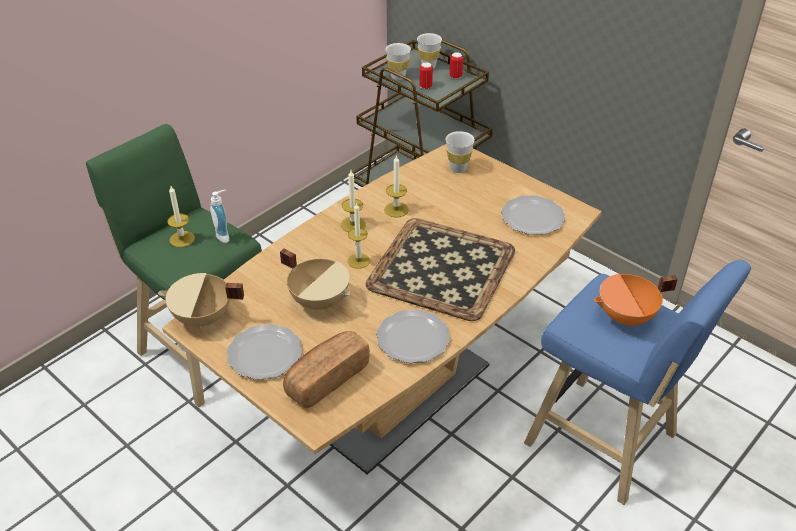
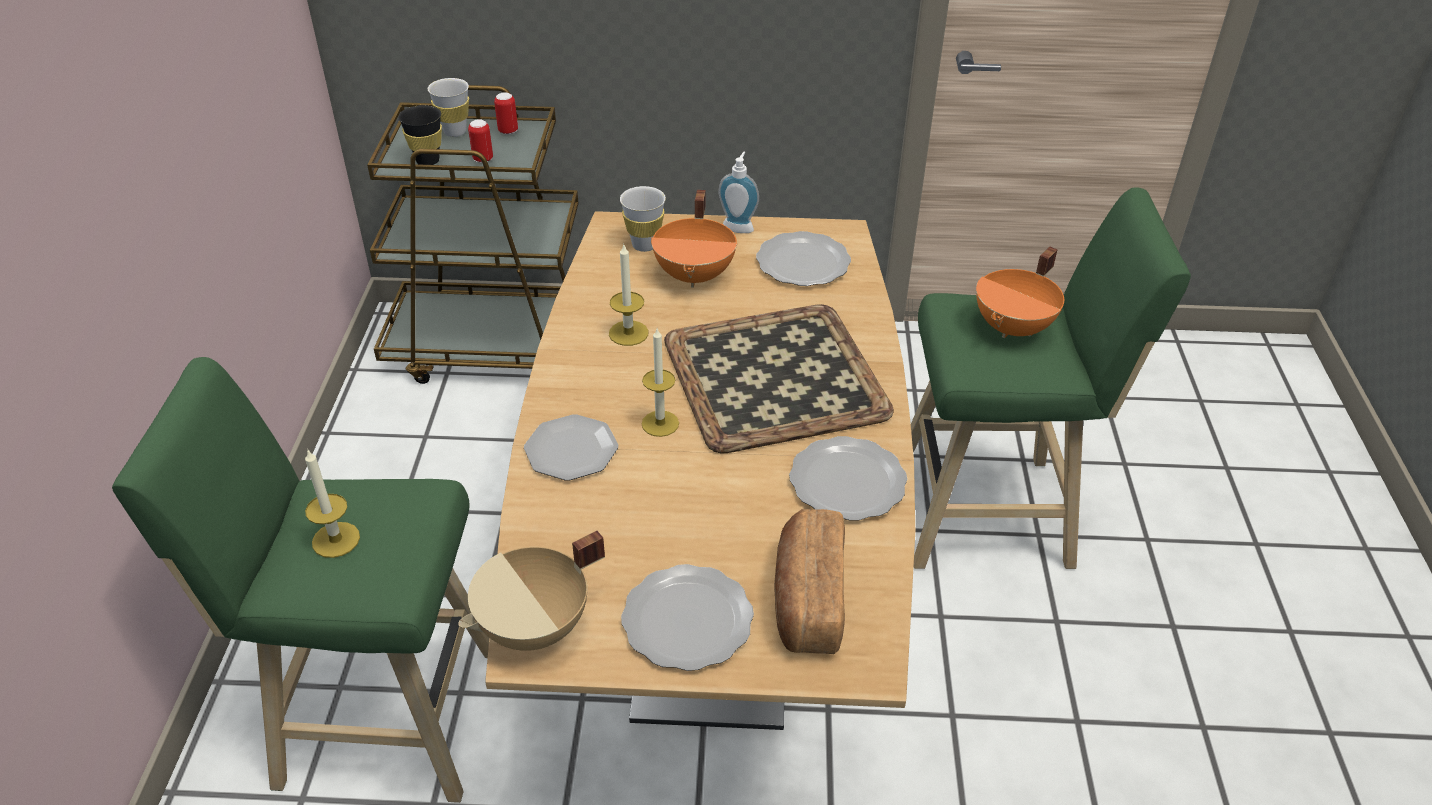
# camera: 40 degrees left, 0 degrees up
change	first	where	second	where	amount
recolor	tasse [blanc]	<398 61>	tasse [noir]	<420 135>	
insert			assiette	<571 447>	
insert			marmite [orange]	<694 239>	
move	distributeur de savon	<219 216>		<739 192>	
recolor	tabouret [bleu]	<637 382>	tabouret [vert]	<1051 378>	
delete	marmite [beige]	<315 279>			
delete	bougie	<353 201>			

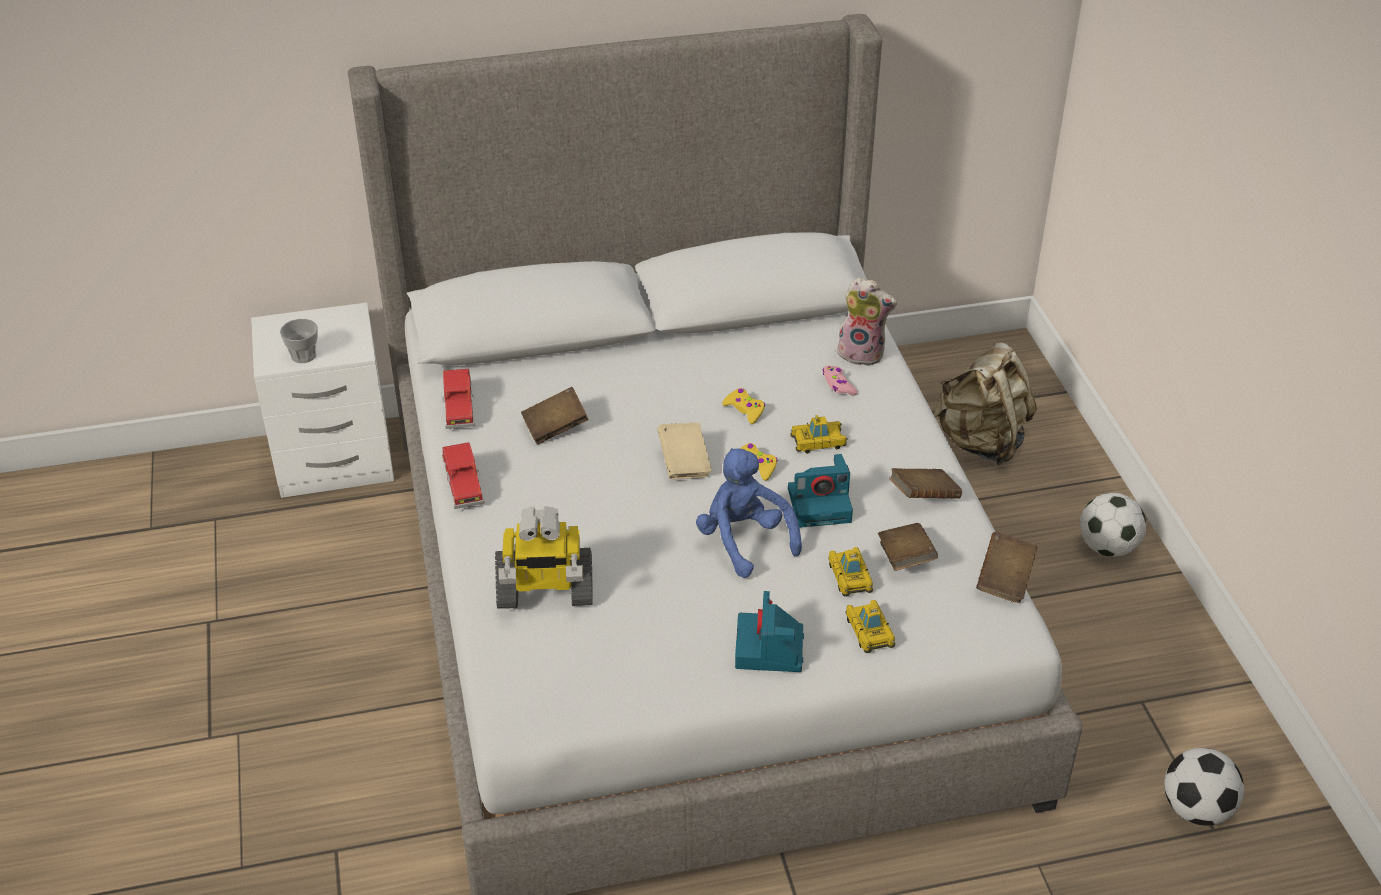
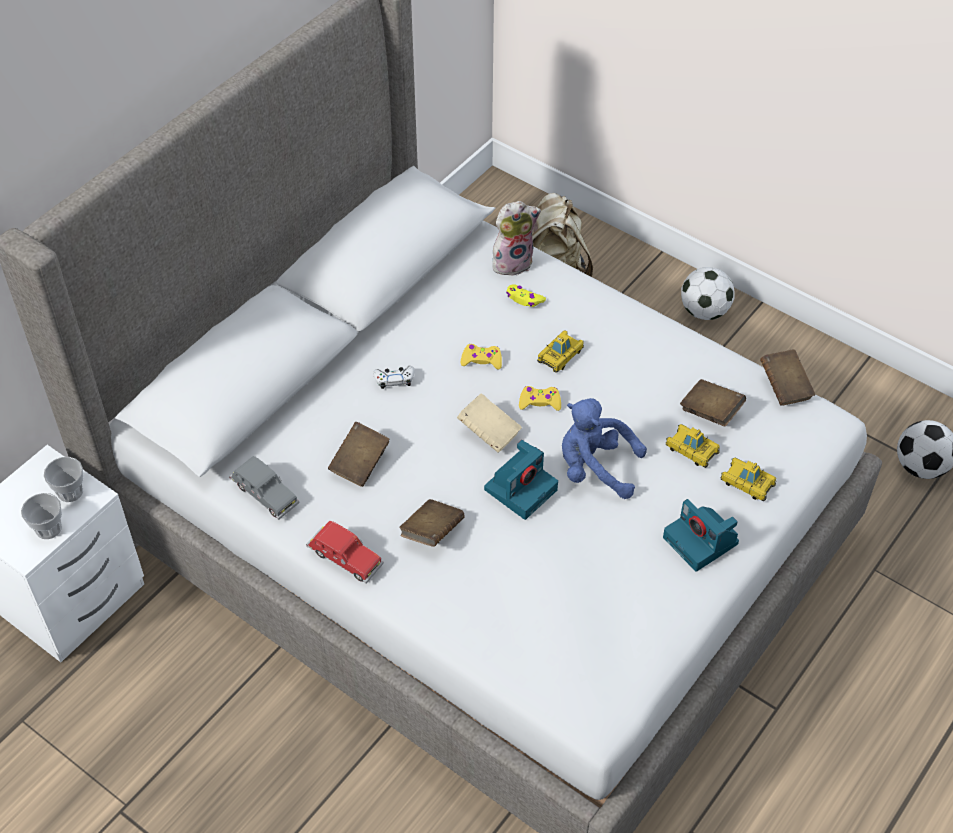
# camera: 40 degrees left, 10 degrees up
change	first	where	second	where	amount
insert			tasse	<64 479>	
recolor	petite voiture [rouge]	<458 399>	petite voiture [gris]	<264 488>	
insert			manette [blanc]	<394 377>	
move	livre [marron]	<925 483>		<431 523>	
move	appareil photo	<820 491>		<521 480>	
recolor	manette [rose]	<840 381>	manette [jaune]	<526 295>	
delete	robot jouet	<544 557>			

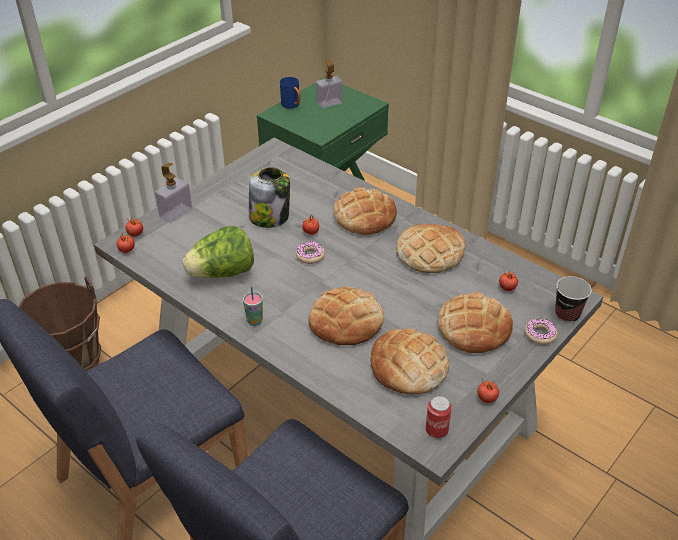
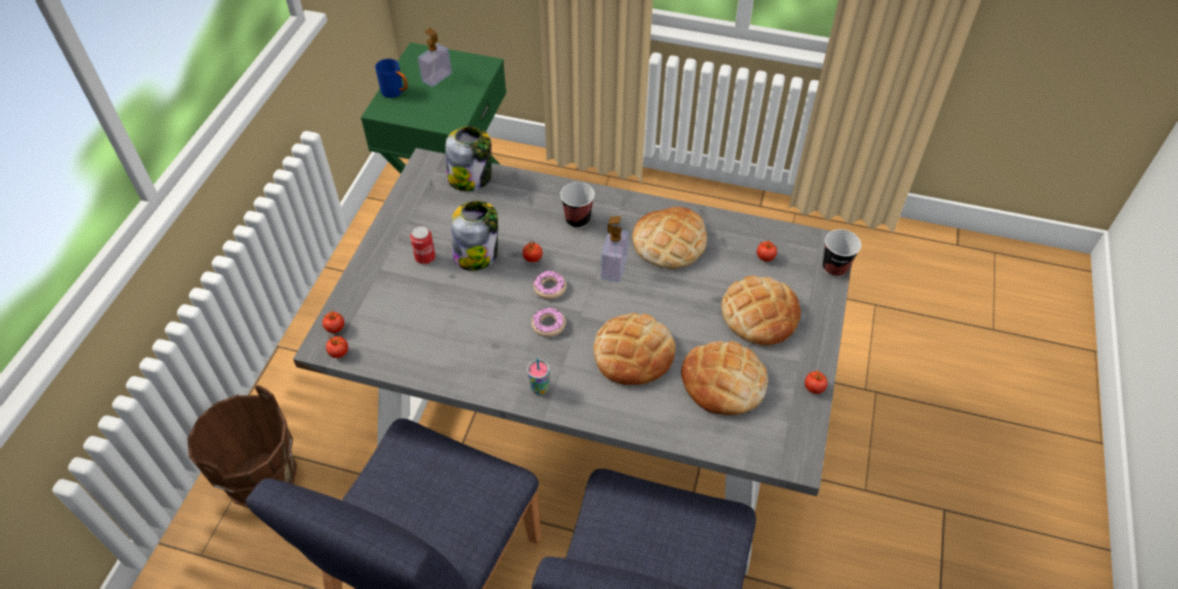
# camera: 25 degrees left, 10 degrees up
change	first	where	second	where	amount
move	boîte métallique	<439 417>		<422 245>	
insert			bocal	<468 158>	
move	beignet	<541 331>		<548 322>	
replace	pain	<365 211>	tasse	<577 205>	
move	distributeur de savon	<173 193>		<615 249>	
delete	laitue	<218 252>			

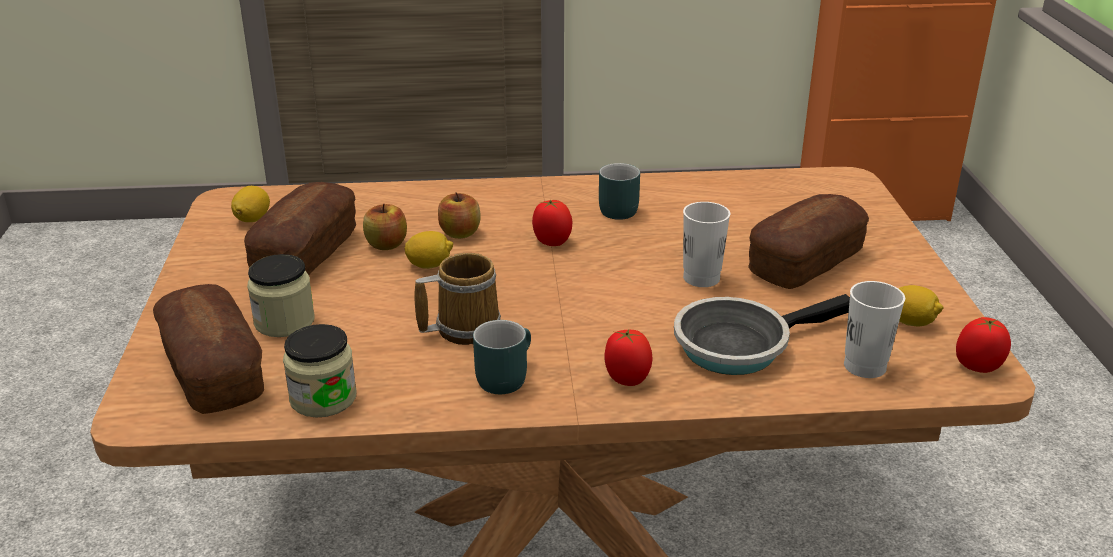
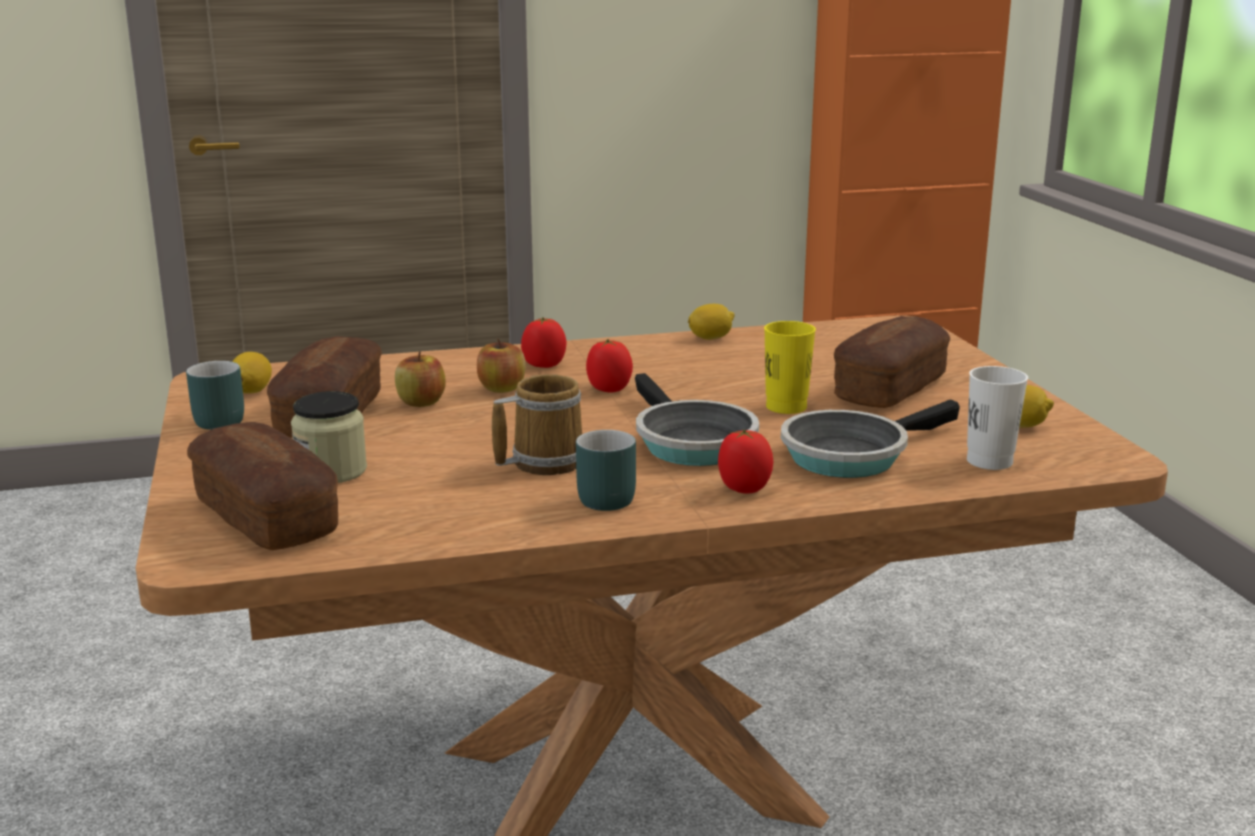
# camera: 10 degrees left, 10 degrees down
change	first	where	second	where	amount
move	mug [turquoise]	<619 191>		<215 395>	
move	tomate	<983 345>		<543 342>	
insert			poêle	<697 419>	
move	citron	<428 250>		<711 322>	
recolor	tasse [blanc]	<706 244>	tasse [jaune]	<790 367>	
delete	bocal	<320 371>			

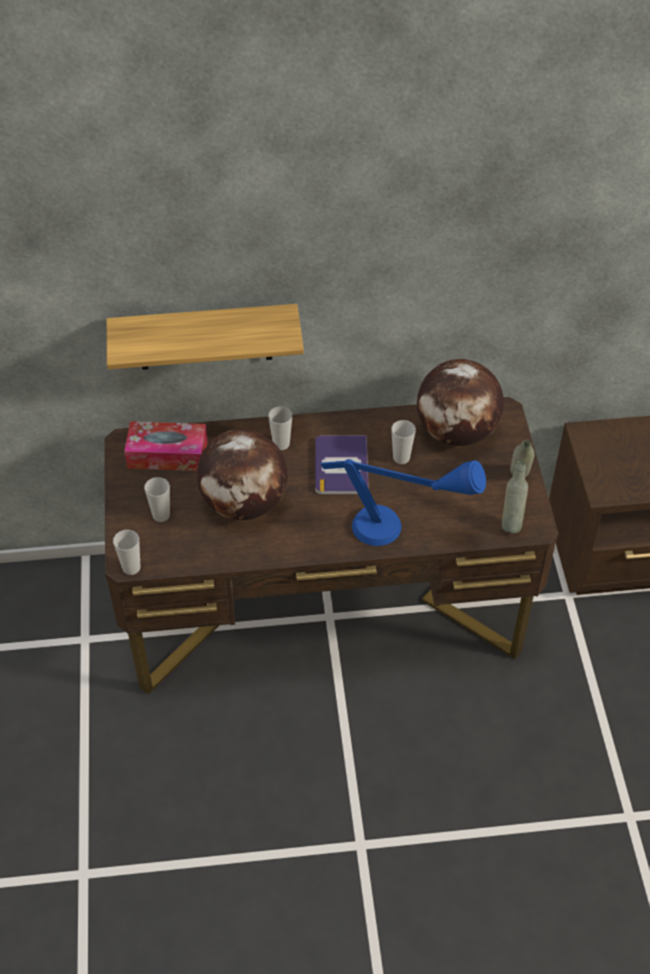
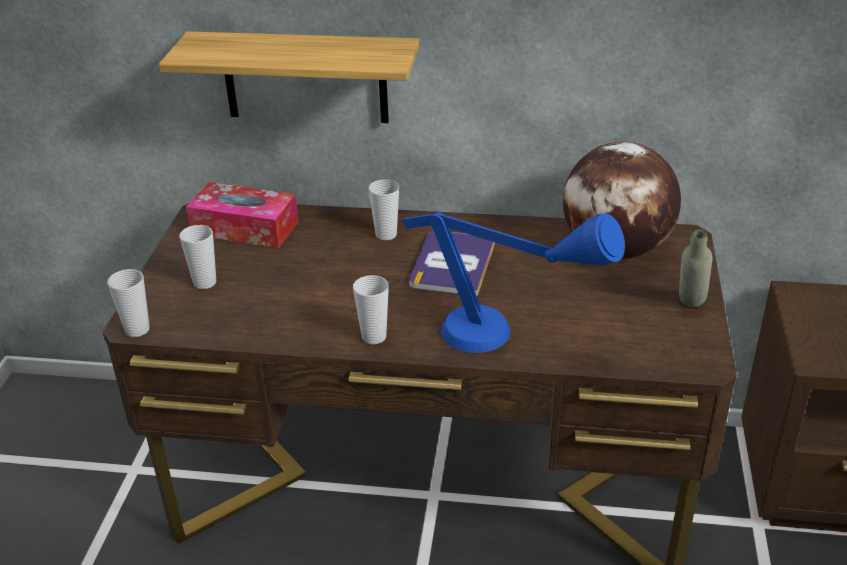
# camera: 15 degrees right, 15 degrees down
change	first	where	second	where	amount
move	tasse	<403 442>		<371 309>	
delete	globe	<242 474>			
delete	bouteille [gris]	<515 497>			

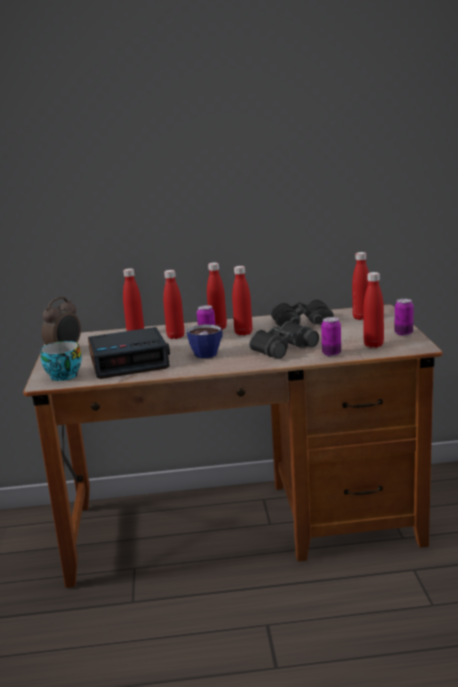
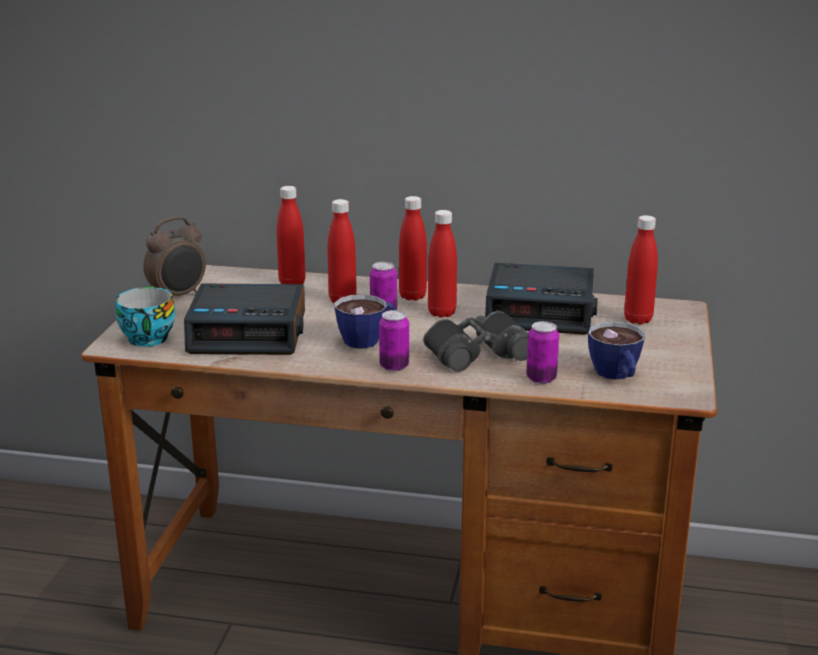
# camera: 15 degrees right, 5 degrees up
change	first	where	second	where	amount
move	boîte métallique	<404 317>		<394 340>	
replace	jumelles [noir]	<302 313>	réveil	<541 299>	
replace	bouteille [rouge]	<374 310>	tasse	<616 350>	

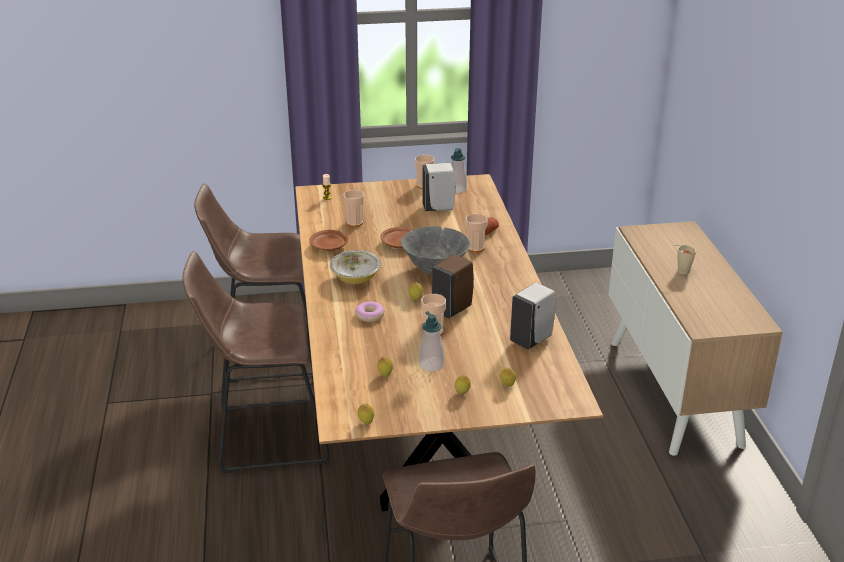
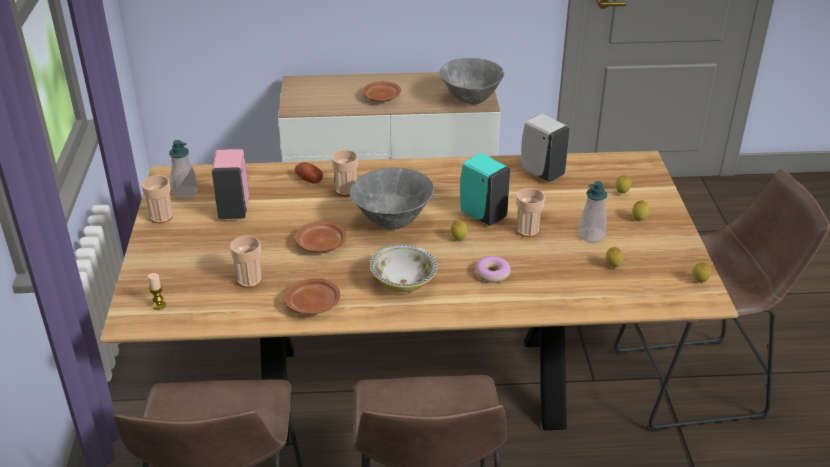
# camera: 85 degrees left, 5 degrees up
change	first	where	second	where	amount
recolor	distributeur de savon [blanc]	<439 187>	distributeur de savon [rose]	<230 184>	
replace	tasse [beige]	<684 259>	assiette [marron]	<381 91>	
insert			bol [gris]	<471 81>	
recolor	distributeur de savon [marron]	<453 286>	distributeur de savon [turquoise]	<485 189>	

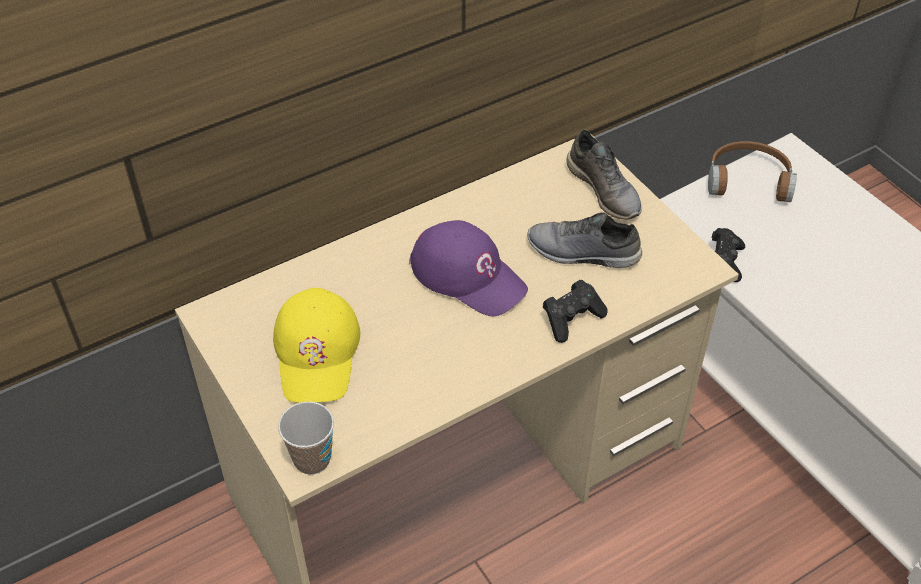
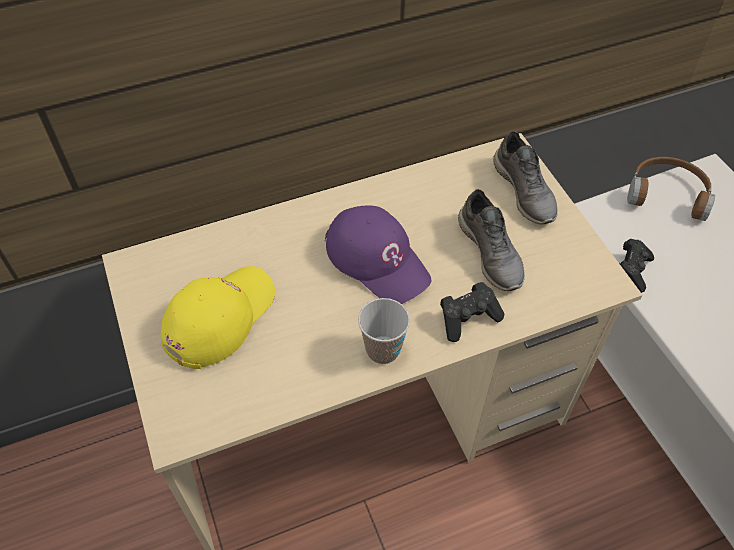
# camera: 10 degrees right, 5 degrees up
change	first	where	second	where	amount
rotate	casquette [jaune]	<316 345>		<218 317>	150 degrees counterclockwise
move	tasse	<306 438>		<384 331>	
rotate	chaussure [gris]	<585 240>		<491 240>	135 degrees counterclockwise

